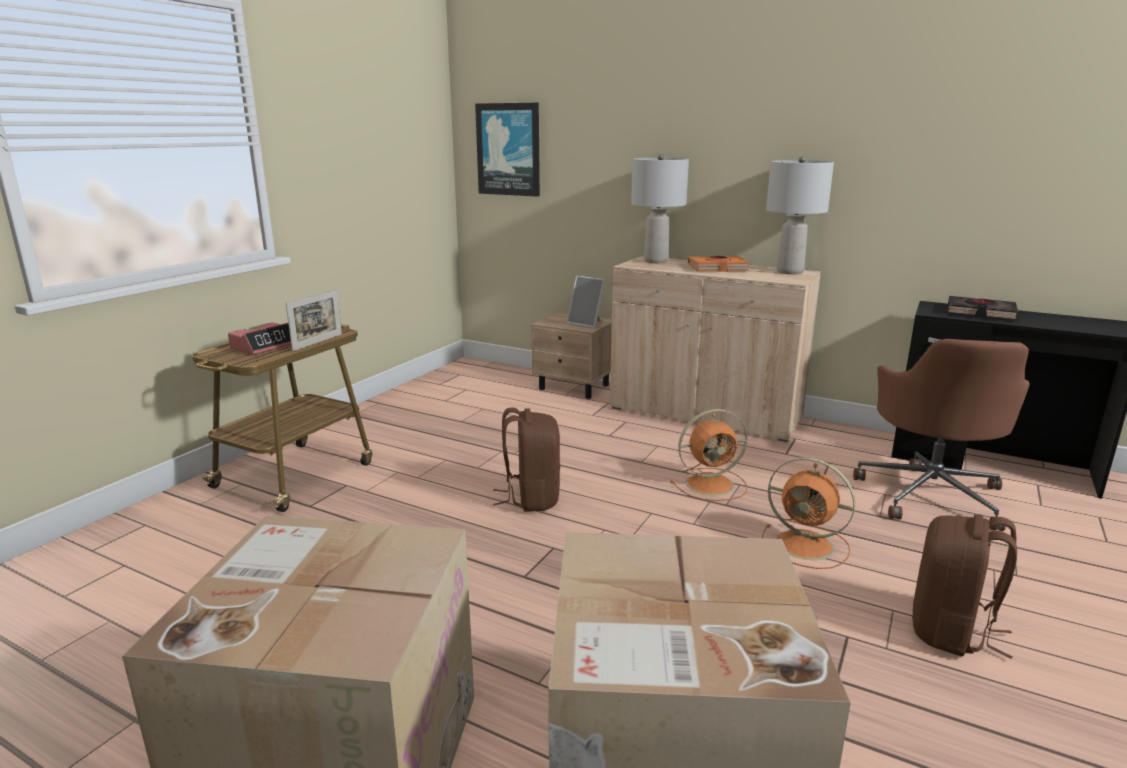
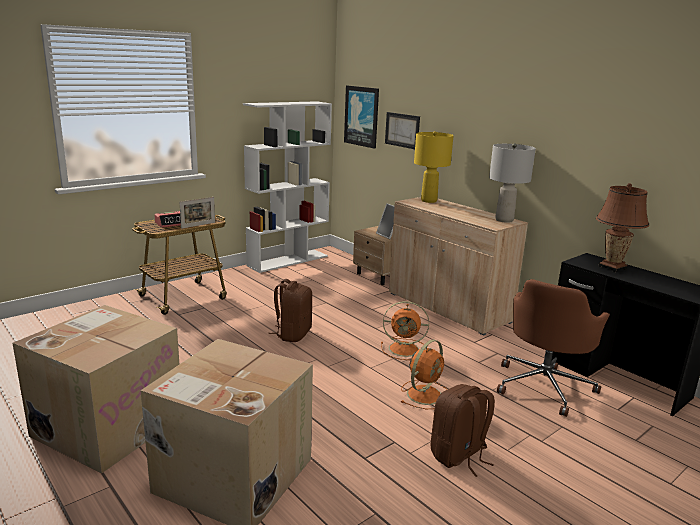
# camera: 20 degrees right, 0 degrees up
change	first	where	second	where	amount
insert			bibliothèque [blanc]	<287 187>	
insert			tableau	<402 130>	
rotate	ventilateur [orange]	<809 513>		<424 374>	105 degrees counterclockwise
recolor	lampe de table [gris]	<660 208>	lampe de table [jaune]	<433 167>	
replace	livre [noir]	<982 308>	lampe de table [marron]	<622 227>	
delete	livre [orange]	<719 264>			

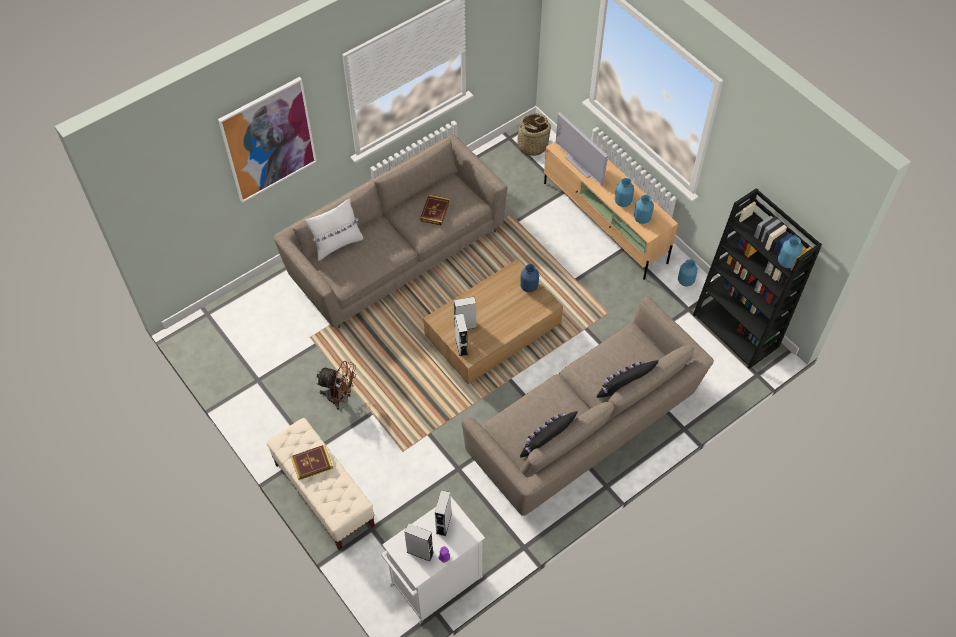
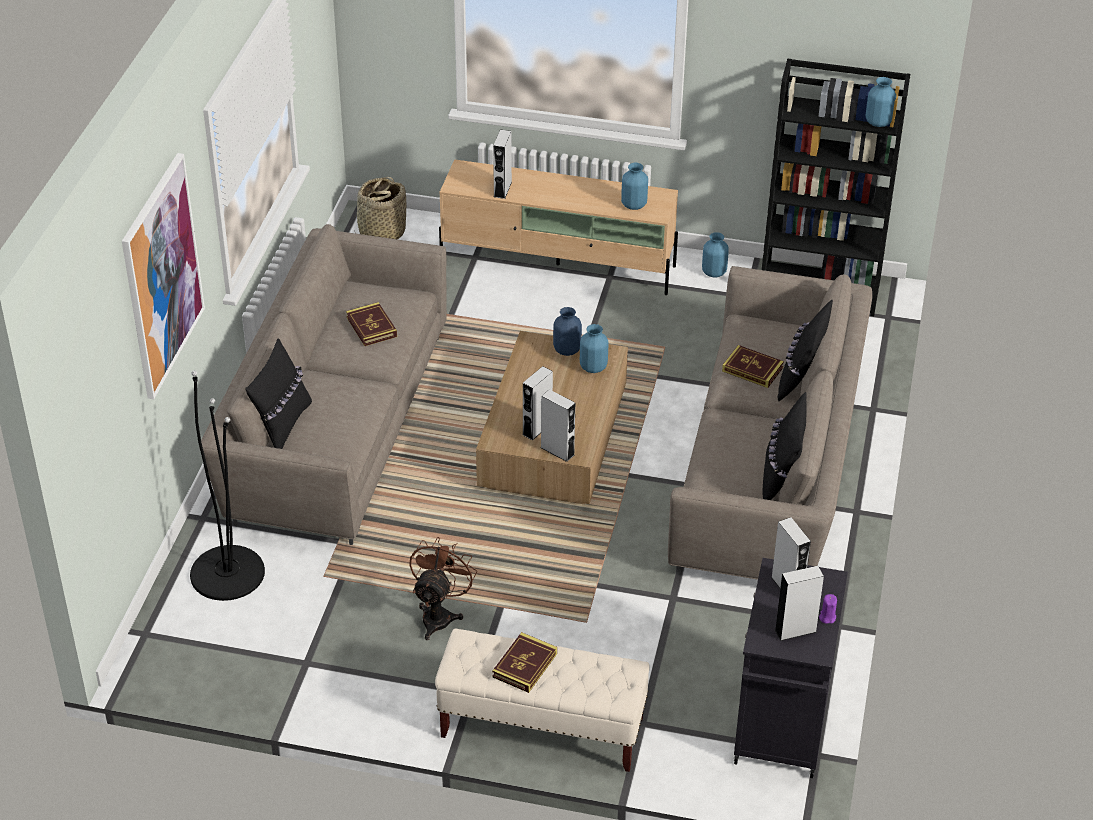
# camera: 40 degrees left, 15 degrees down
change	first	where	second	where	amount
insert			lampadaire [noir]	<227 486>	
recolor	coussin [blanc]	<334 229>	coussin [noir]	<278 393>	
rotate	ventilateur [marron]	<336 385>		<443 588>	45 degrees counterclockwise
replace	téléviseur	<582 149>	enceinte [gris]	<502 164>	
move	vase [bleu]	<624 192>		<594 348>	
insert			livre	<753 366>	
recolor	meuble de rangement [blanc]	<433 560>	meuble de rangement [noir]	<791 668>	

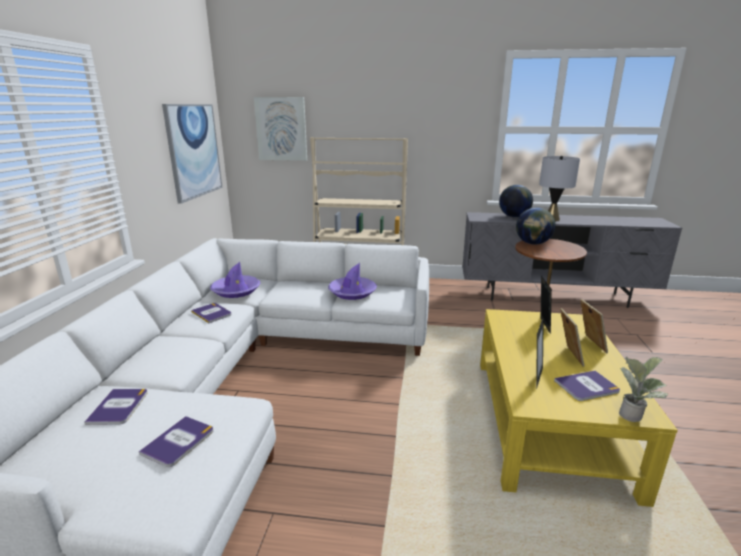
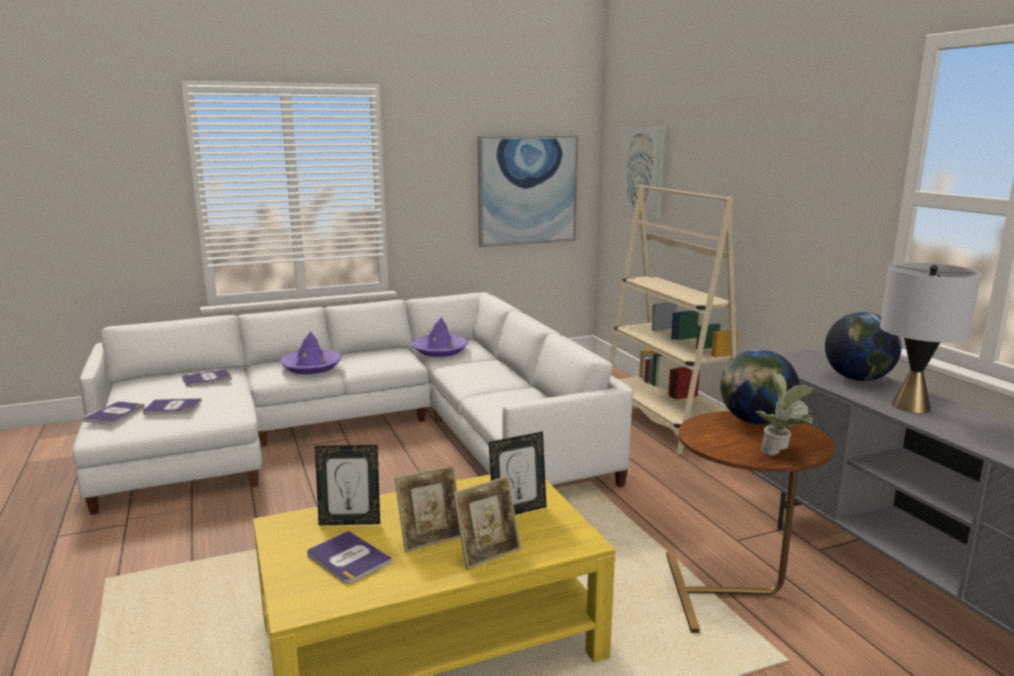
# camera: 60 degrees right, 5 degrees down
change	first	where	second	where	amount
move	livre	<211 313>		<113 413>	
move	chapeau [violet]	<352 281>		<310 353>	
move	plante en pot	<643 389>		<785 414>	

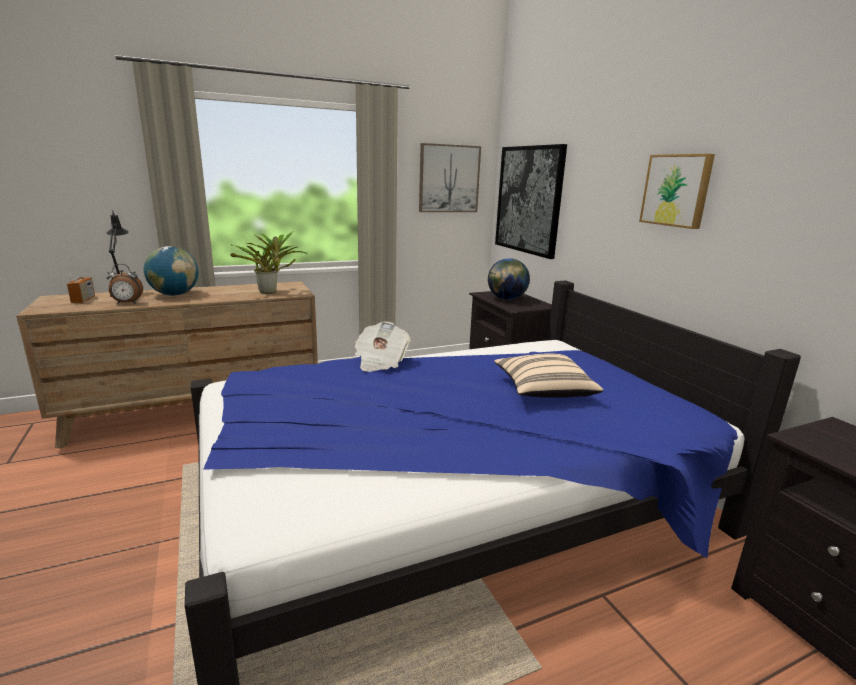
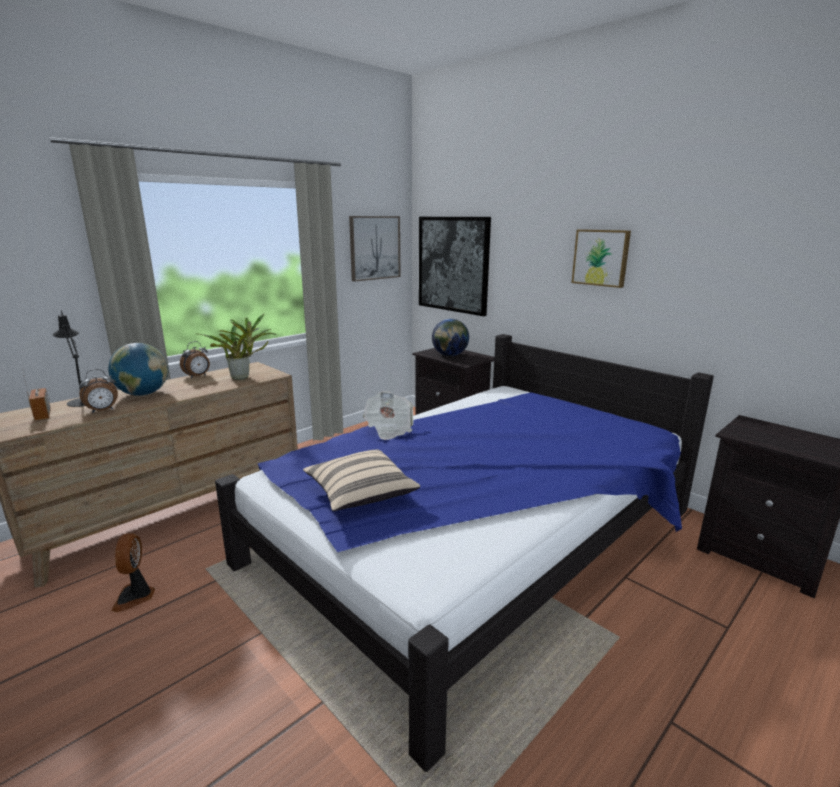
# camera: 20 degrees left, 0 degrees up
change	first	where	second	where	amount
insert			ventilateur	<133 572>	
insert			réveil	<195 359>	
move	coussin [beige]	<548 375>		<361 480>	

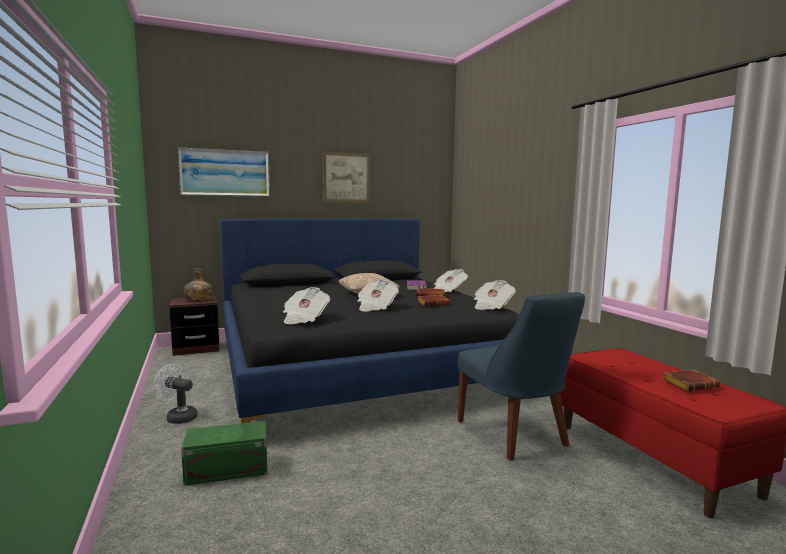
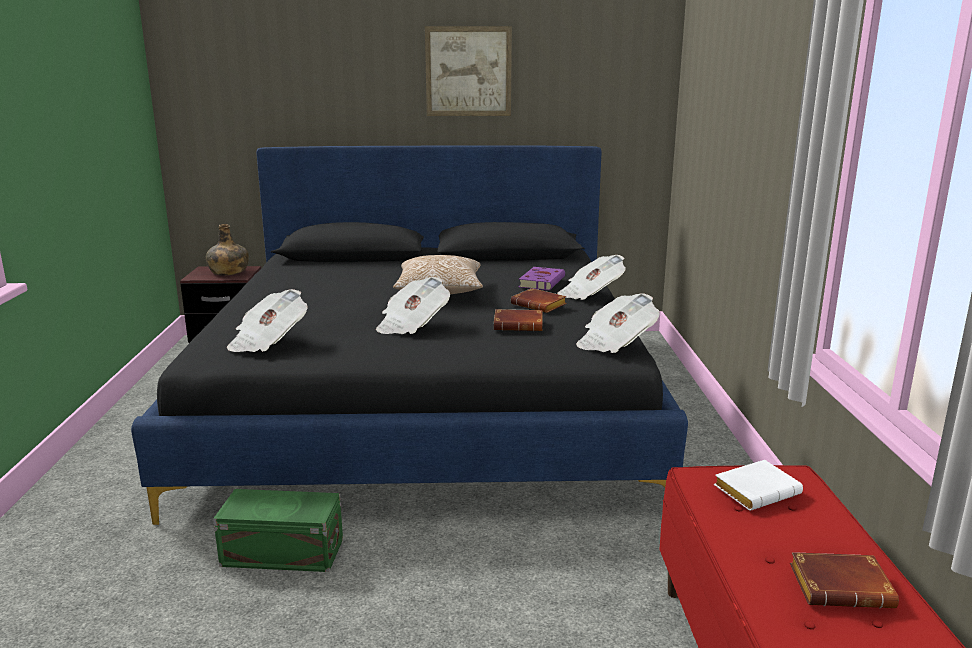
# camera: 20 degrees right, 10 degrees up
change	first	where	second	where	amount
move	boîte de rangement [vert]	<224 453>		<278 530>	
insert			livre [blanc]	<758 485>	
delete	ventilateur [blanc]	<175 394>			
delete	tableau	<224 172>			
delete	chaise [bleu]	<521 376>			

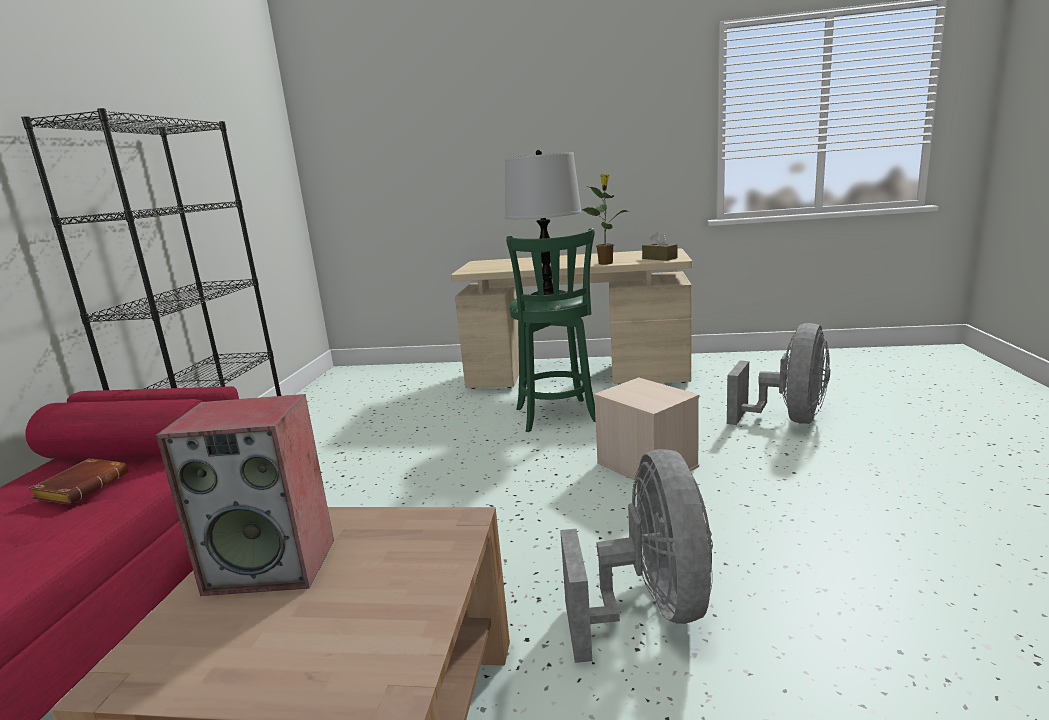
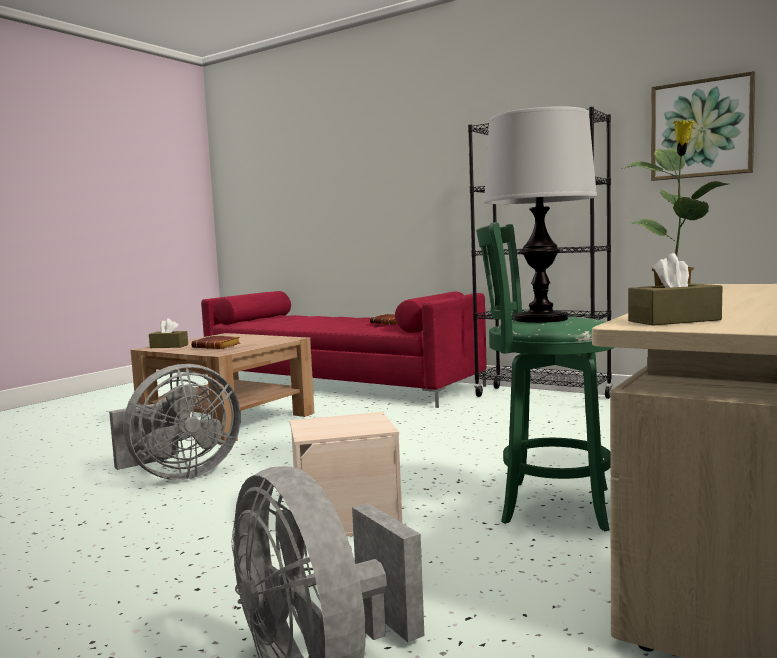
# camera: 115 degrees right, 10 degrees down
change	first	where	second	where	amount
rotate	ventilateur [gris]	<636 556>		<175 422>	60 degrees counterclockwise
insert			boîte à mouchoirs [marron]	<168 333>	
insert			livre [marron]	<215 342>	
insert			tableau	<703 126>	
delete	enceinte	<245 495>			

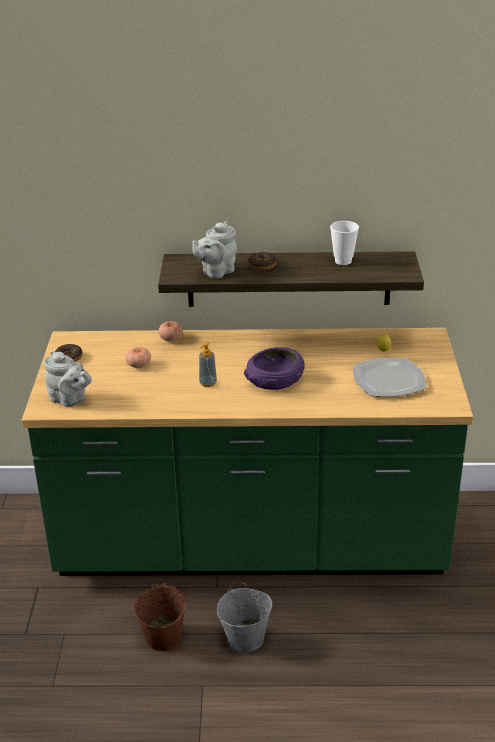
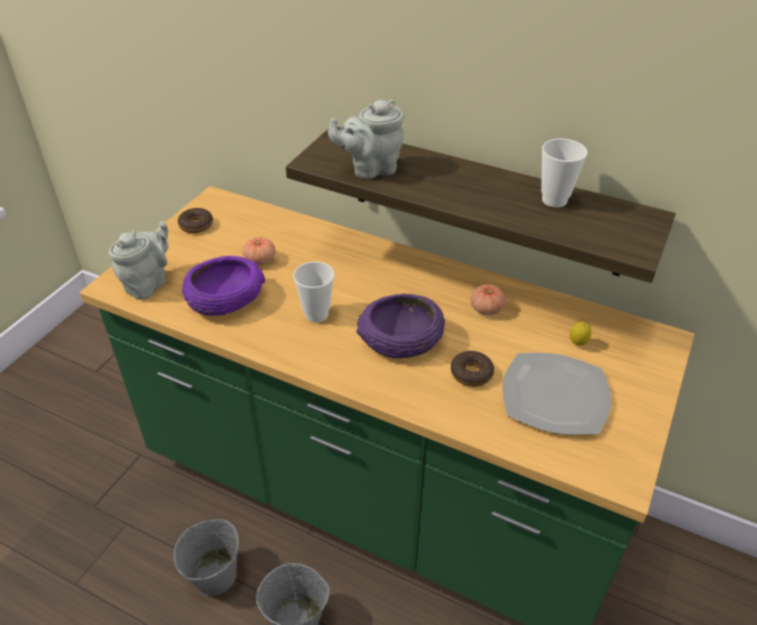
# camera: 25 degrees right, 10 degrees up
change	first	where	second	where	amount
rotate	théière [gris]	<68 379>		<138 260>	120 degrees counterclockwise
recolor	seau [marron]	<160 616>	seau [gris]	<206 557>	
insert			bol [violet]	<223 286>	
replace	distributeur de savon	<208 364>	tasse	<314 292>	
move	beignet	<262 261>		<472 368>	
move	tomate	<171 331>		<488 299>	

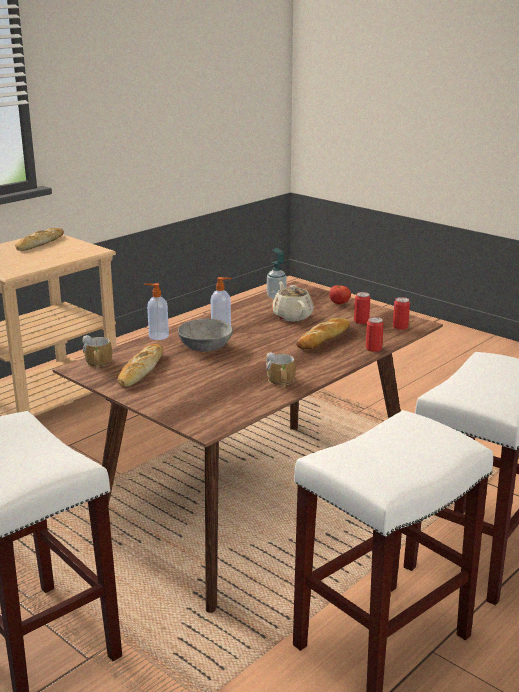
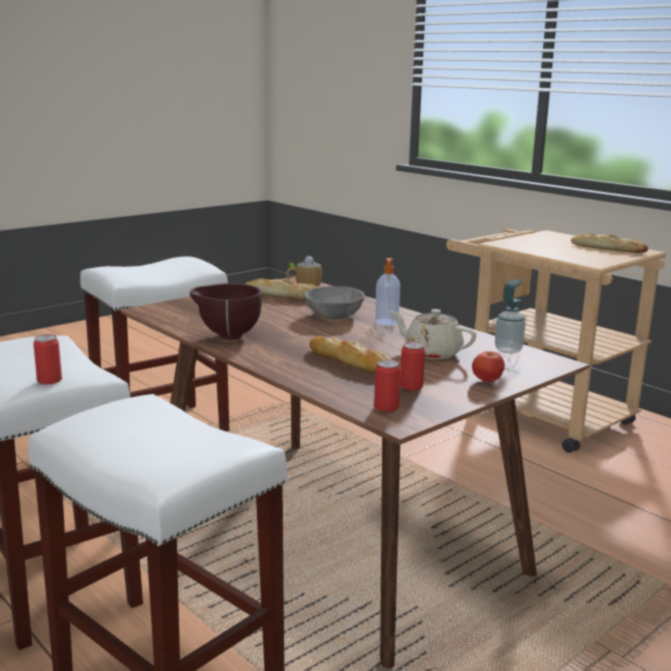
# camera: 95 degrees right, 5 degrees down
change	first	where	second	where	amount
move	boîte métallique	<375 334>		<47 359>	
replace	mug	<281 369>	bol [marron]	<226 311>	
rotate	théière [beige]	<293 302>		<434 334>	135 degrees counterclockwise
delete	distributeur de savon	<156 311>			

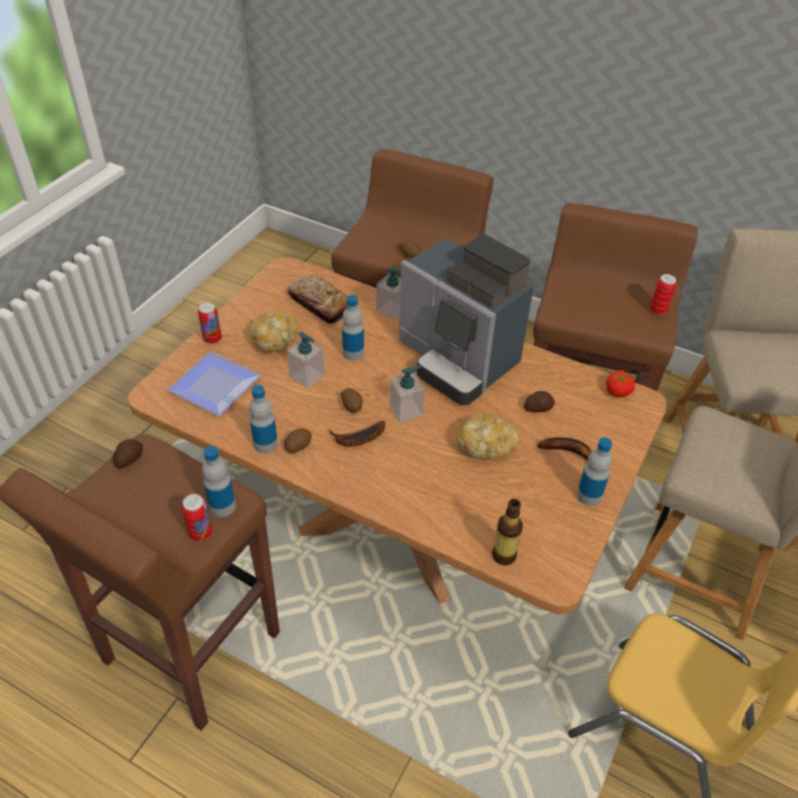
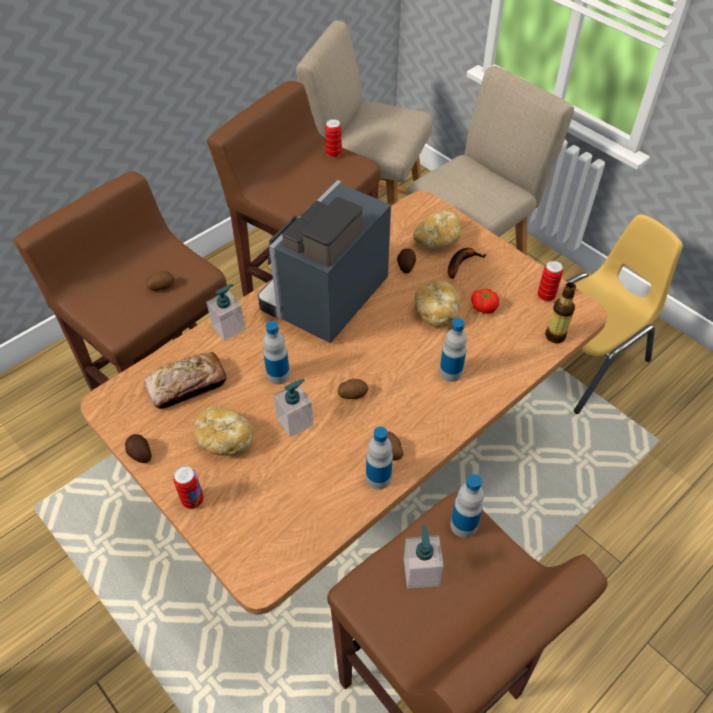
# camera: 70 degrees left, 5 degrees up
change	first	where	second	where	amount
move	pomme de terre	<128 453>		<138 448>	
rotate	machine à café	<466 320>		<324 261>	150 degrees clockwise
move	distributeur de savon	<407 394>		<424 557>	
insert			pain	<437 230>	
move	bouteille	<594 471>		<453 350>	
move	tomate	<620 383>		<485 301>	
move	boîte métallique	<197 518>		<550 281>	
delete	assiette	<214 384>			
delete	banane	<357 433>			

